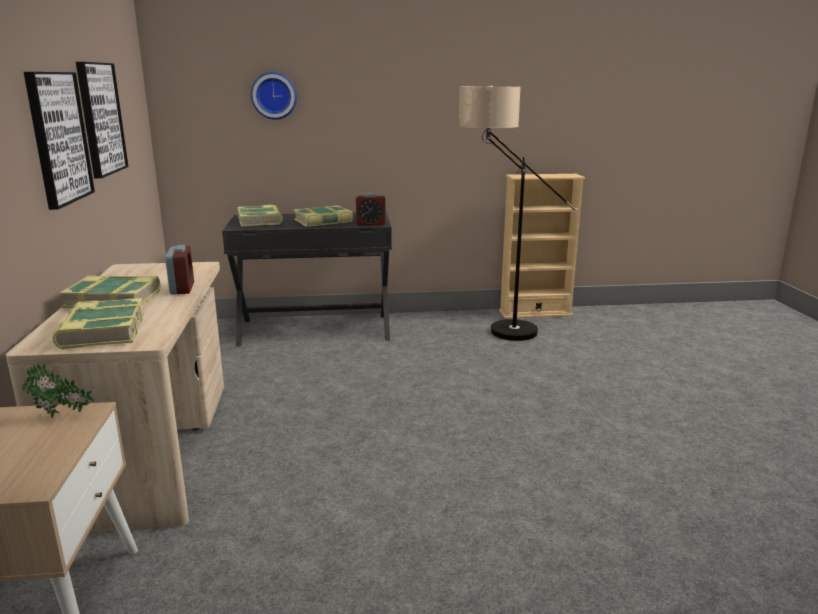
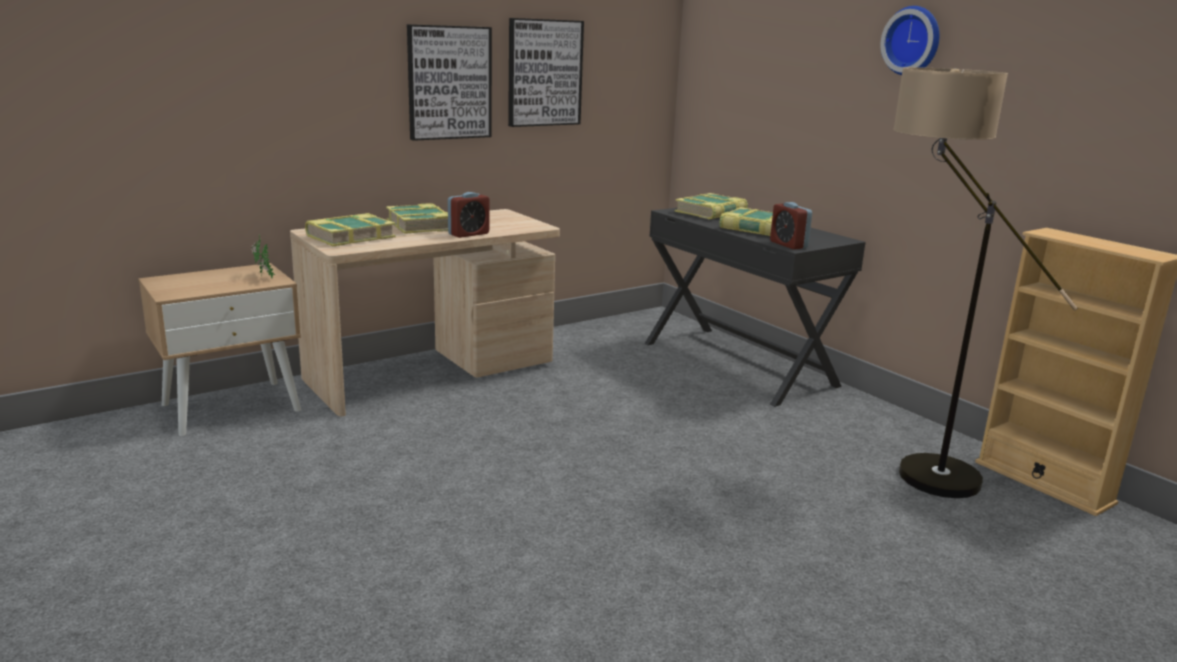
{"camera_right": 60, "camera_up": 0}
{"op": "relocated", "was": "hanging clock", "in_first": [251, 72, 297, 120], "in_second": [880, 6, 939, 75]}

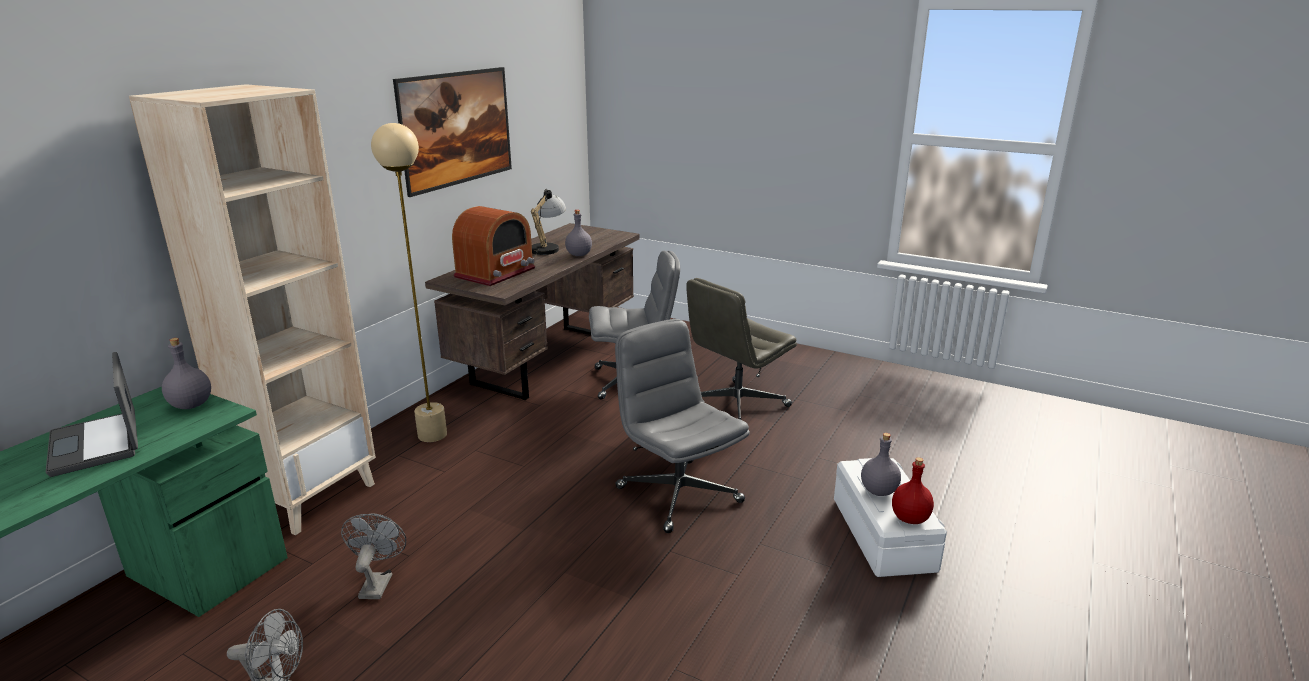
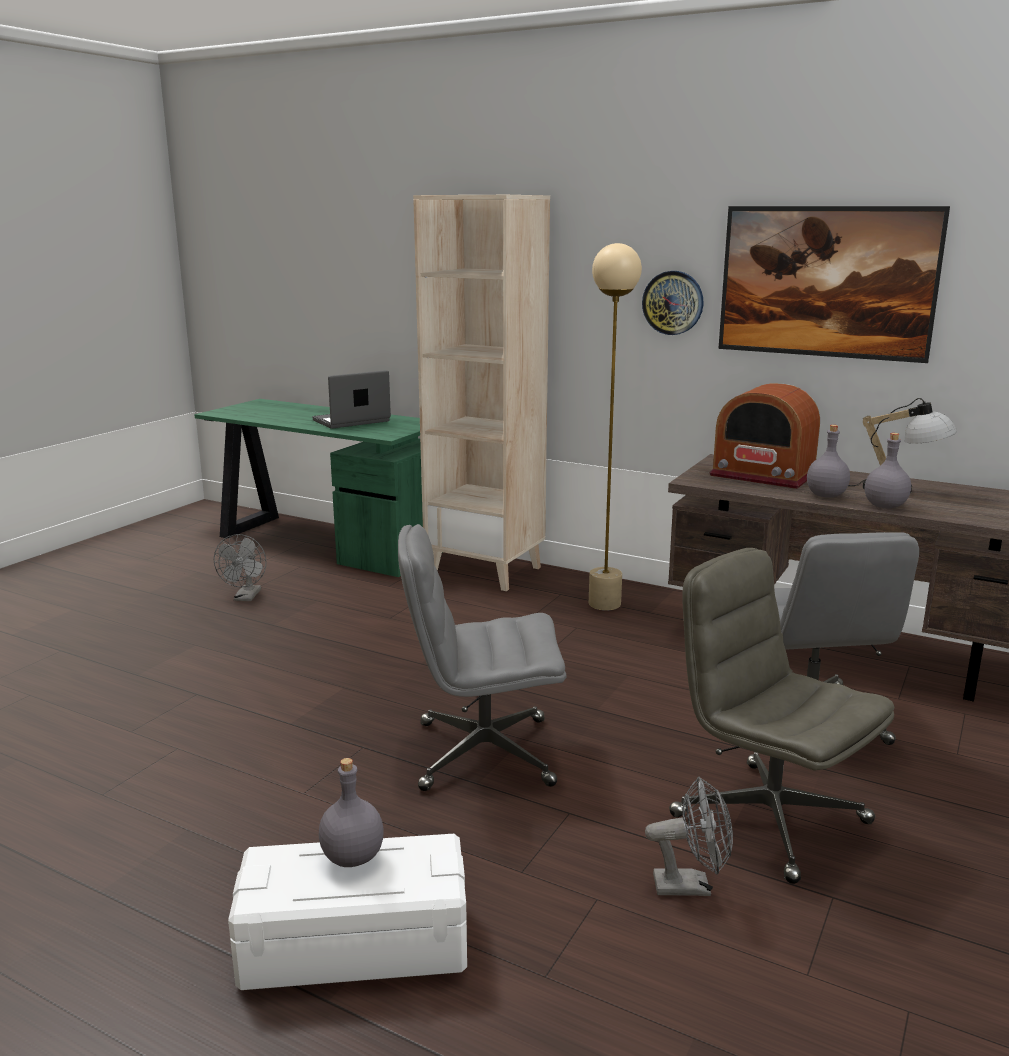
{"camera_right": 90, "camera_up": -5}
{"op": "missing", "was": "bottle (red)", "in_first": [892, 457, 934, 524]}
{"op": "appeared", "now": "hanging clock", "in_second": [642, 271, 704, 335]}
{"op": "relocated", "was": "bottle (greyish)", "in_first": [162, 338, 211, 409], "in_second": [807, 425, 850, 498]}
{"op": "relocated", "was": "fan (greyish)", "in_first": [341, 513, 406, 599], "in_second": [645, 777, 733, 896]}
{"op": "spun", "was": "computer chair (greyish)", "in_first": [615, 319, 750, 533], "in_second": [398, 524, 566, 791], "clockwise": -150}

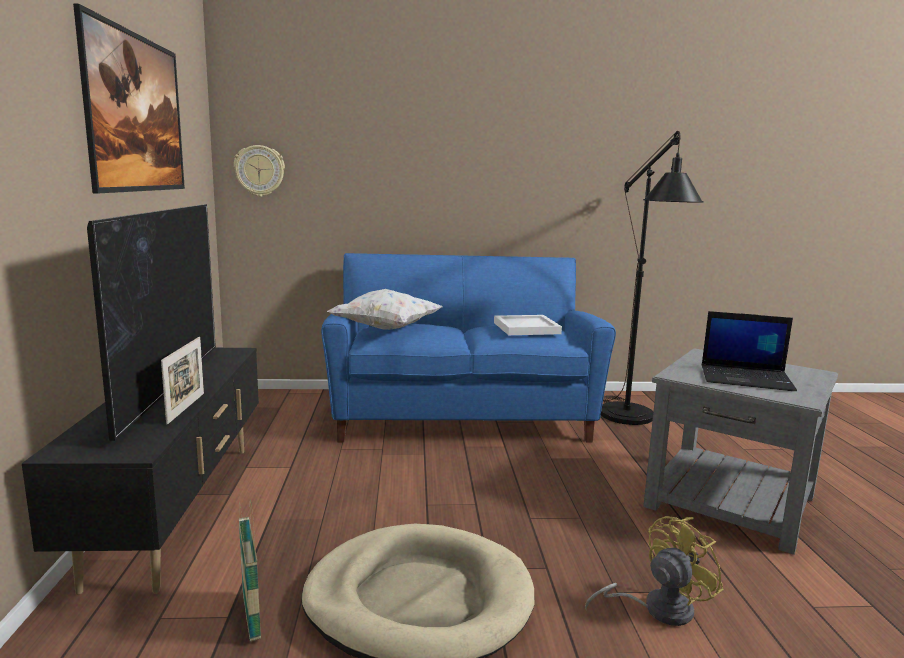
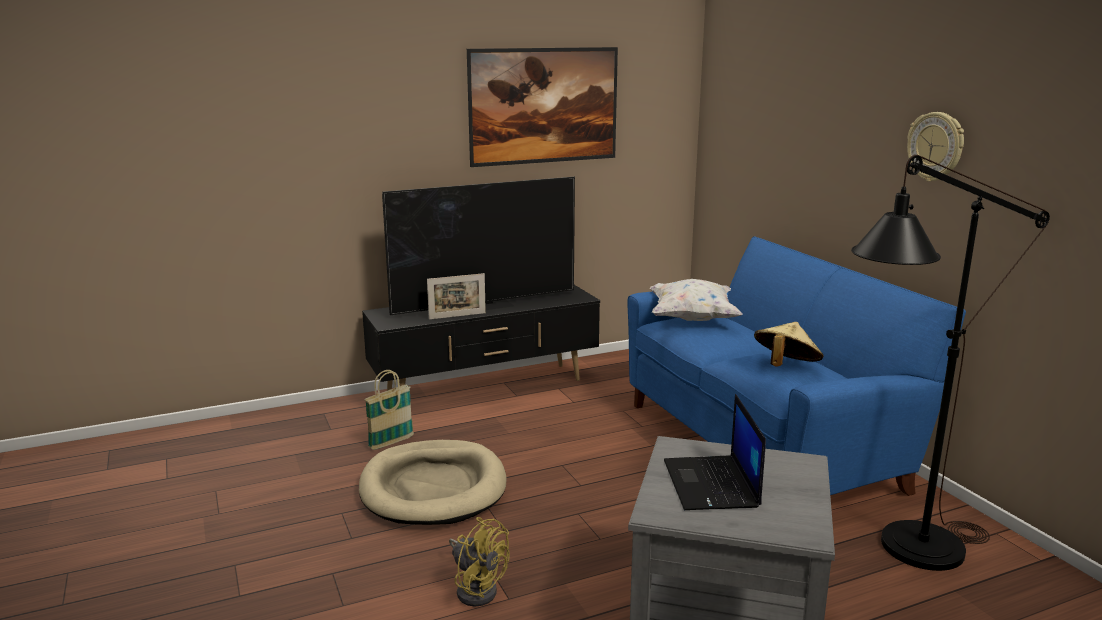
{"camera_right": 70, "camera_up": 5}
{"op": "relocated", "was": "hanging clock", "in_first": [234, 145, 285, 197], "in_second": [907, 112, 964, 182]}
{"op": "exchanged", "was": "serving tray (white-coloured)", "now": "clothing hat (beige-coloured)", "in_first": [494, 315, 562, 335], "in_second": [754, 322, 823, 367]}

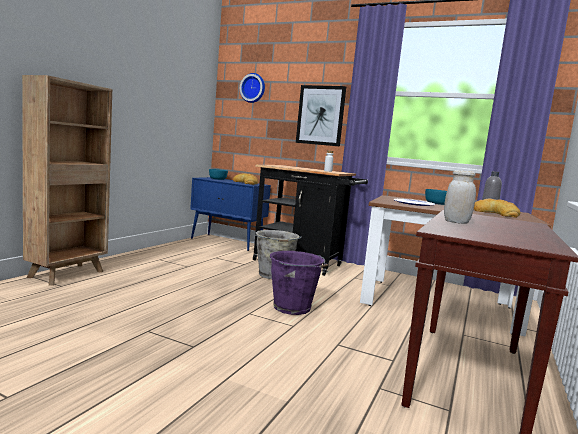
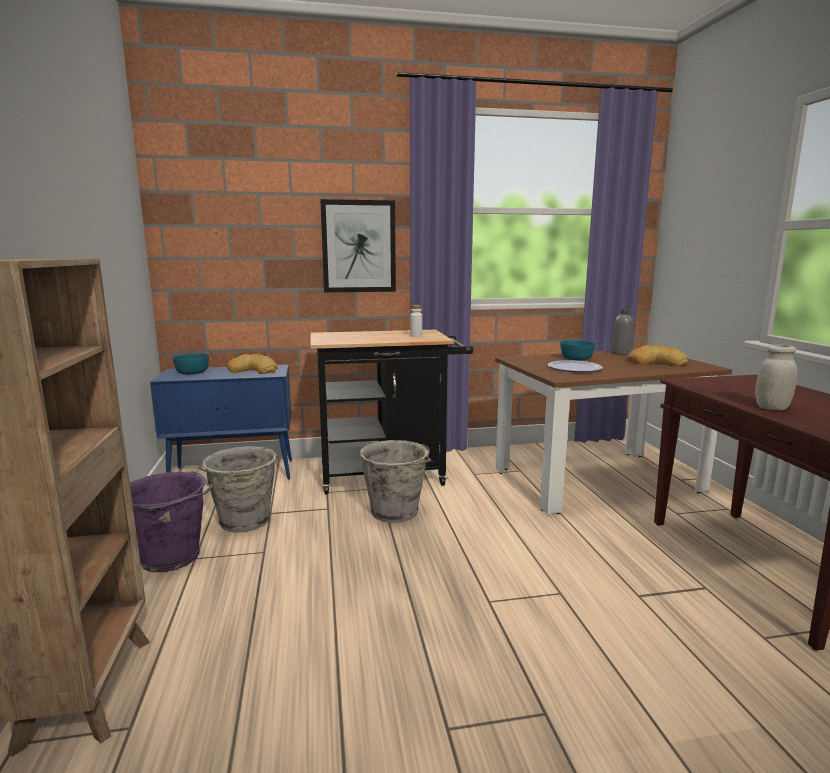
{"camera_right": -35, "camera_up": 5}
{"op": "missing", "was": "hanging clock", "in_first": [240, 73, 265, 103]}
{"op": "appeared", "now": "water bucket (greyish)", "in_second": [198, 446, 280, 532]}
{"op": "relocated", "was": "water bucket (purplish)", "in_first": [270, 251, 328, 315], "in_second": [130, 471, 214, 573]}

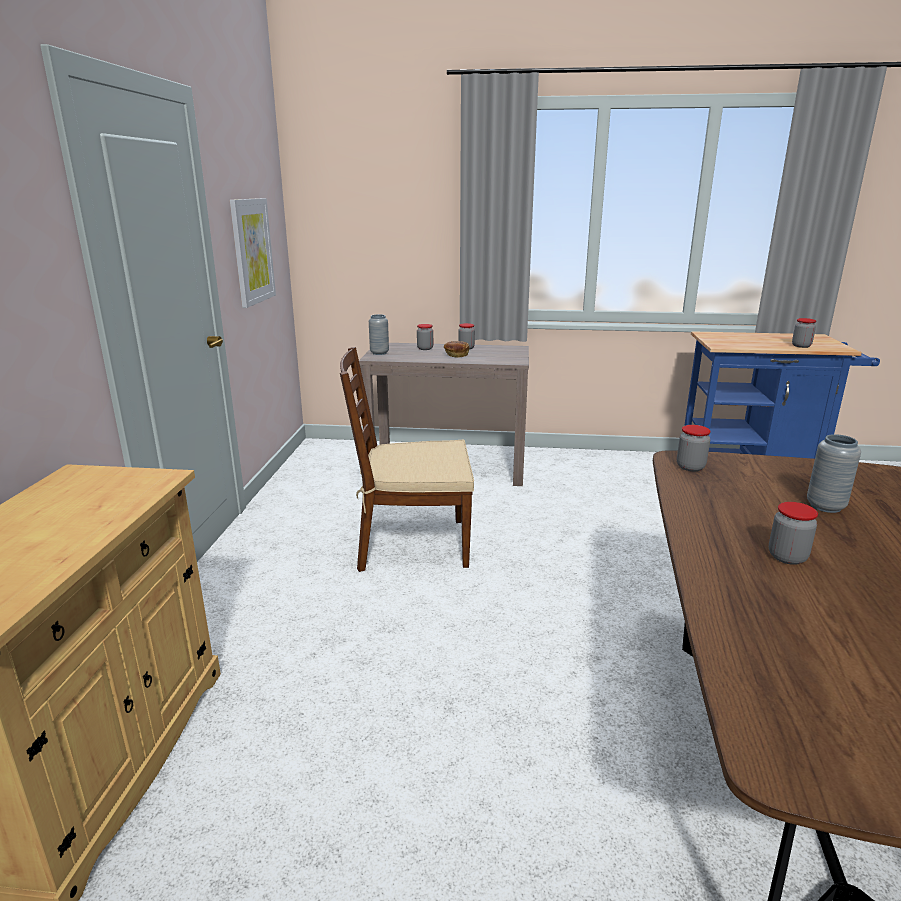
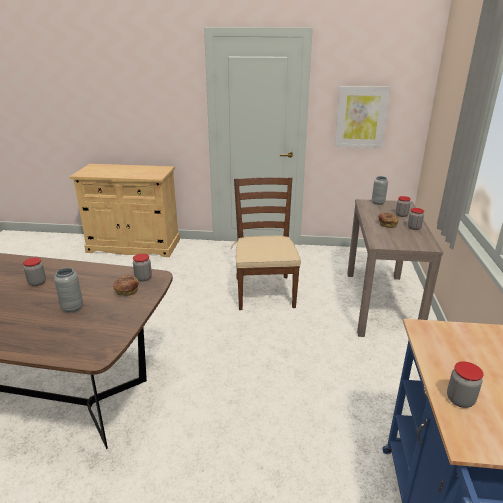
{"camera_right": 90, "camera_up": 5}
{"op": "appeared", "now": "bread", "in_second": [114, 275, 139, 296]}

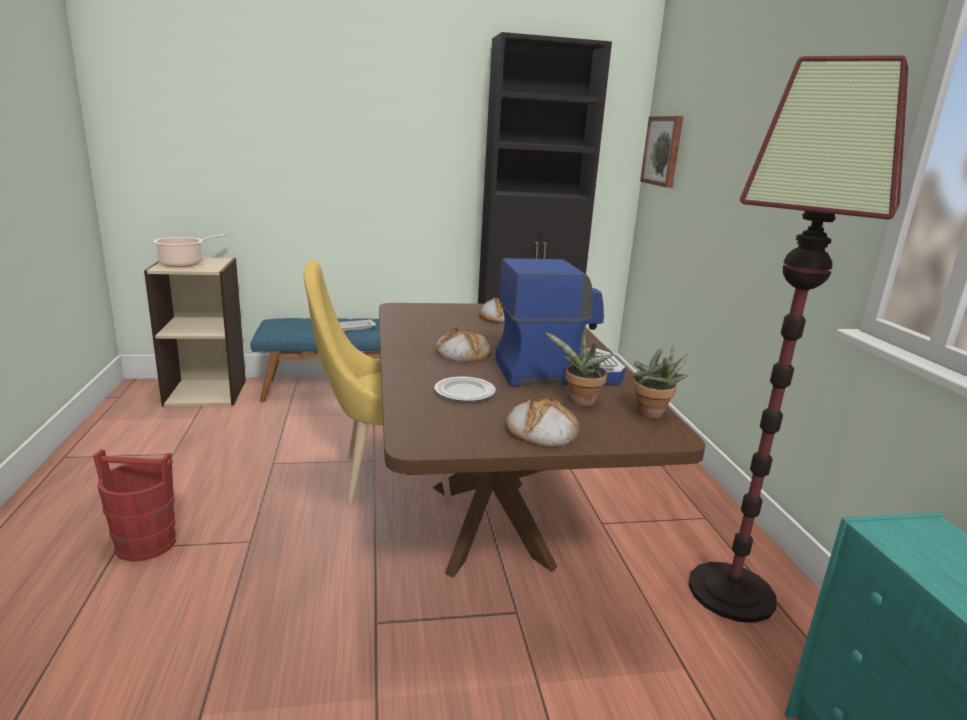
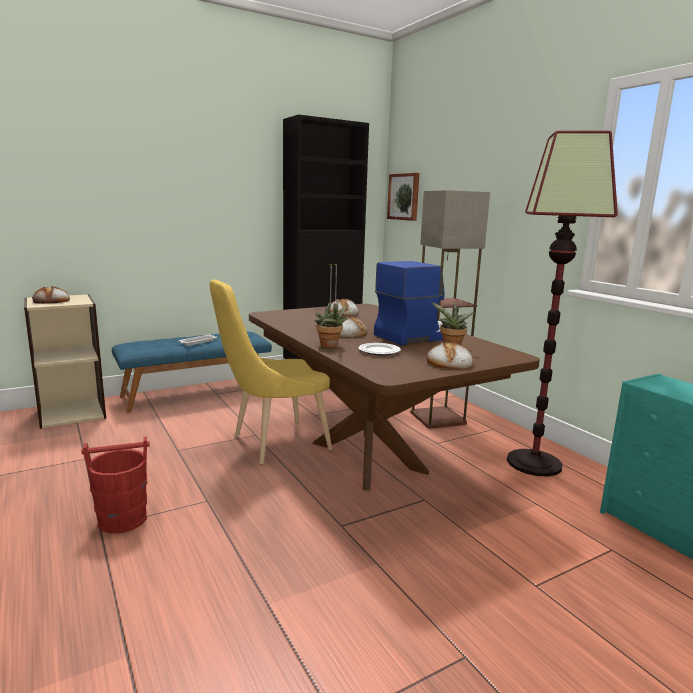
{"camera_right": -20, "camera_up": -5}
{"op": "appeared", "now": "floor lamp", "in_second": [410, 190, 490, 429]}
{"op": "relocated", "was": "houseplant", "in_first": [631, 346, 689, 419], "in_second": [315, 298, 349, 348]}
{"op": "exchanged", "was": "cooking pot", "now": "bread", "in_first": [153, 234, 227, 267], "in_second": [32, 286, 70, 304]}

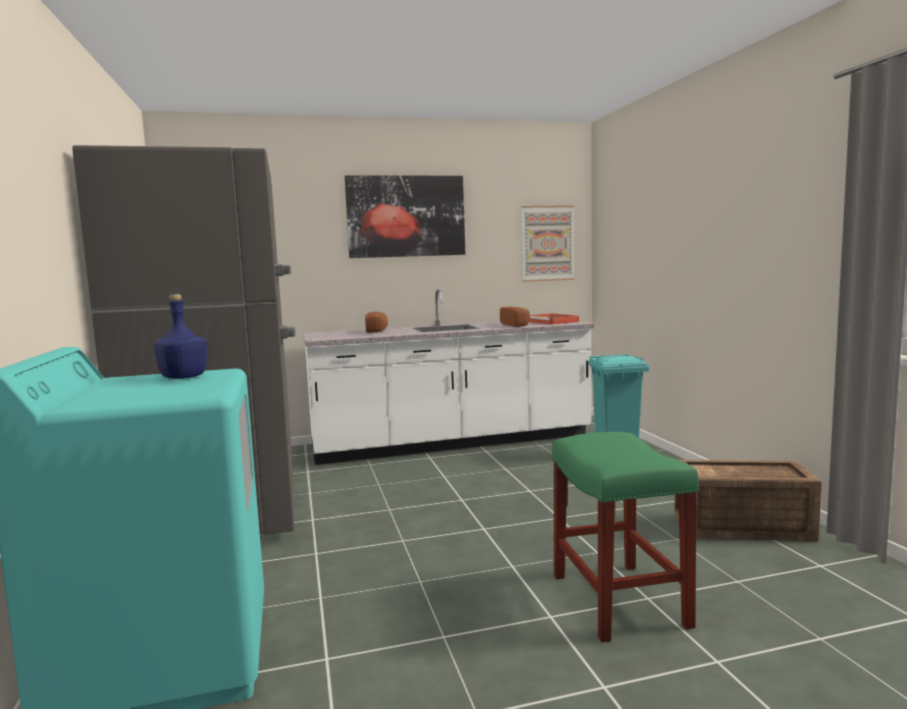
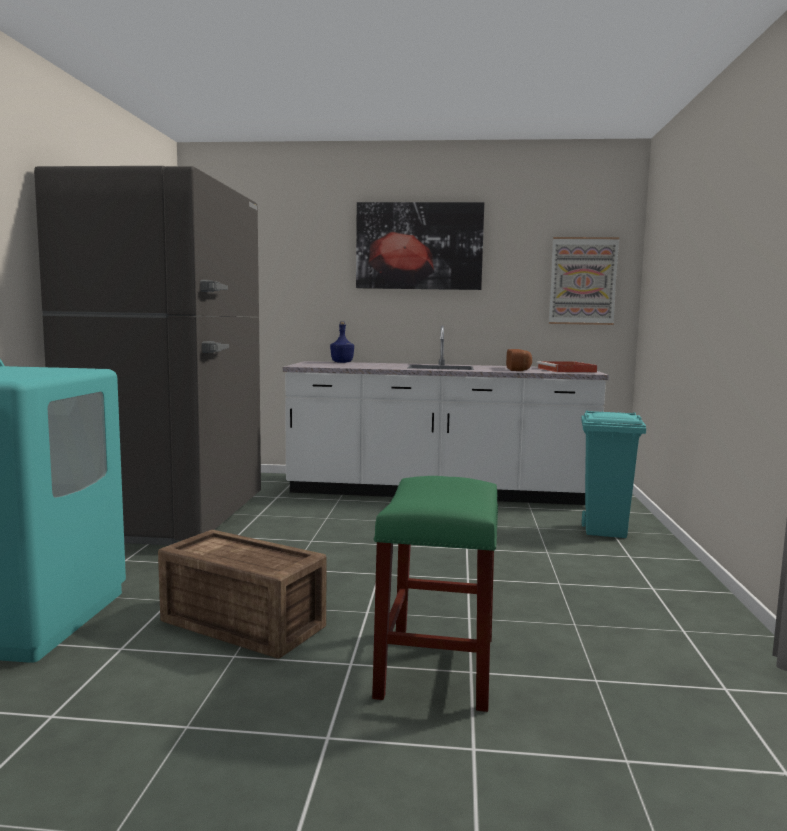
{"camera_right": 20, "camera_up": 0}
{"op": "missing", "was": "bread", "in_first": [365, 312, 388, 333]}
{"op": "relocated", "was": "bottle (blue)", "in_first": [153, 294, 207, 379], "in_second": [330, 321, 354, 363]}
{"op": "relocated", "was": "crate", "in_first": [674, 460, 822, 541], "in_second": [158, 530, 326, 658]}

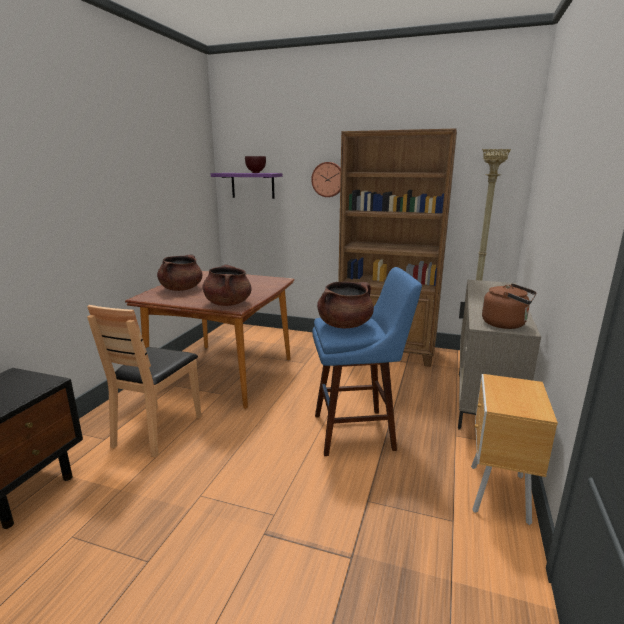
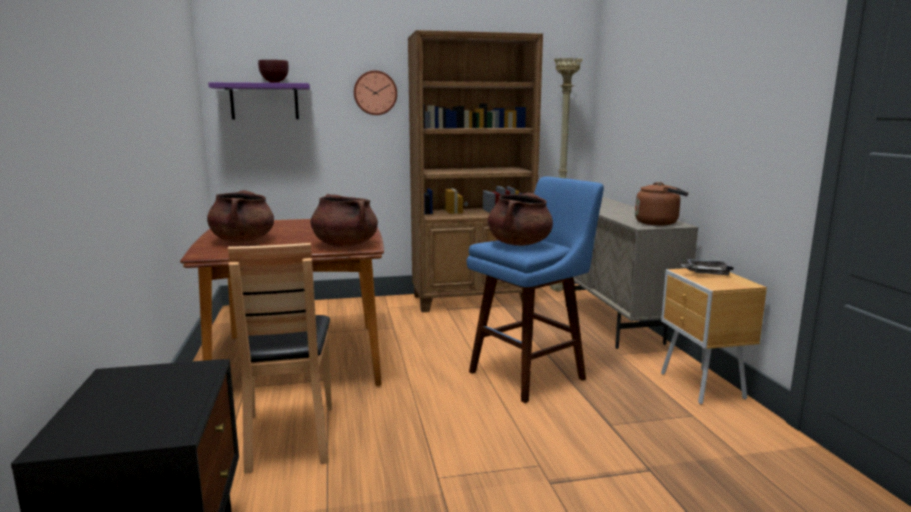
{"camera_right": -30, "camera_up": -5}
{"op": "appeared", "now": "serving tray (greyish)", "in_second": [681, 259, 733, 275]}

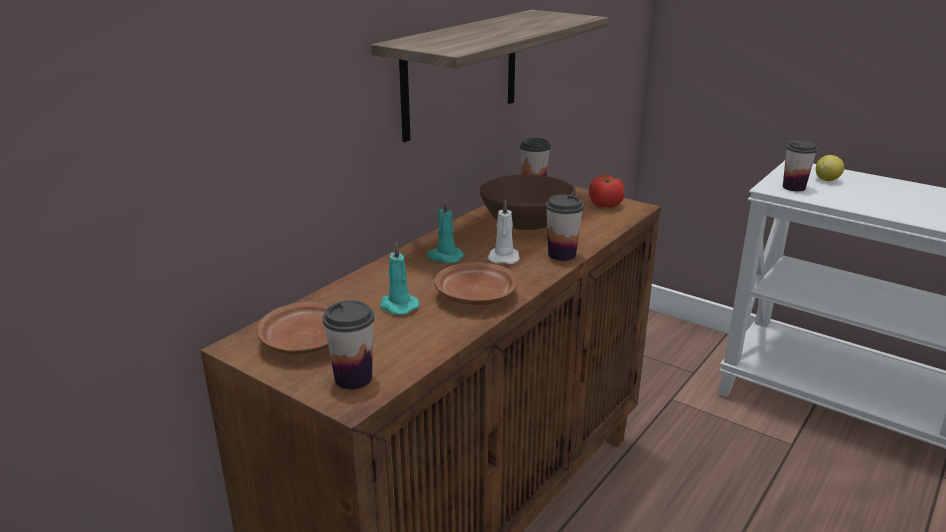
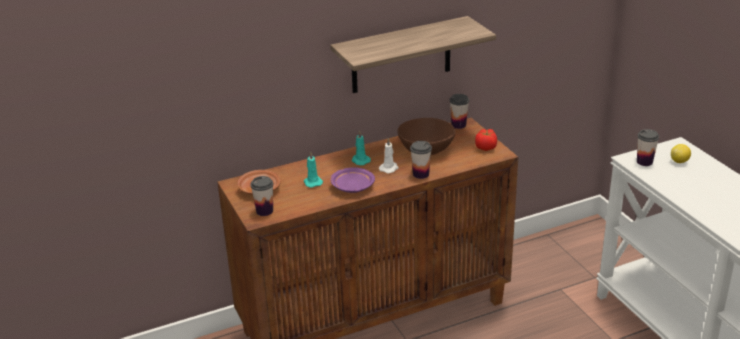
{"camera_right": 30, "camera_up": 5}
{"op": "colour", "was": "flat dish (brownish)", "now": "flat dish (purplish)", "in_first": [434, 262, 518, 305], "in_second": [331, 167, 375, 193]}

